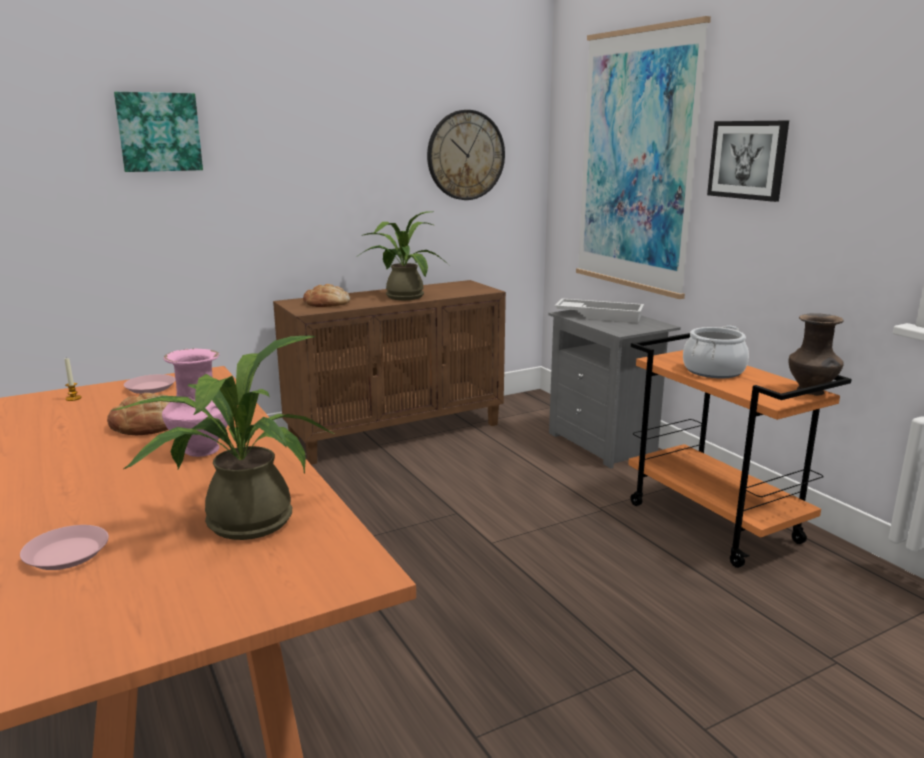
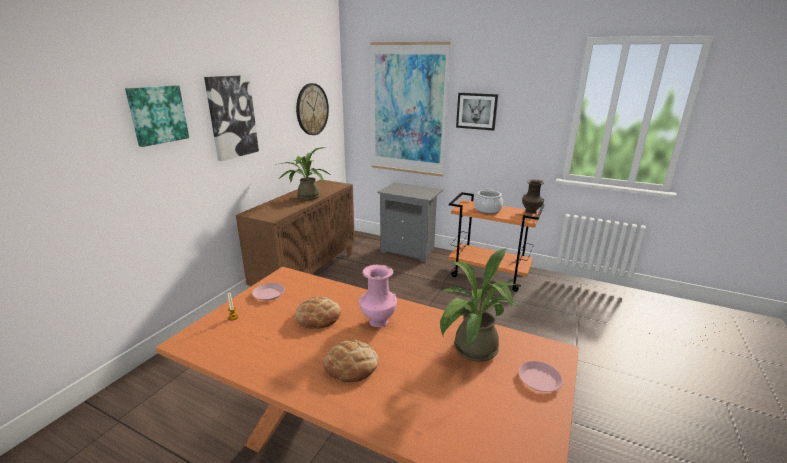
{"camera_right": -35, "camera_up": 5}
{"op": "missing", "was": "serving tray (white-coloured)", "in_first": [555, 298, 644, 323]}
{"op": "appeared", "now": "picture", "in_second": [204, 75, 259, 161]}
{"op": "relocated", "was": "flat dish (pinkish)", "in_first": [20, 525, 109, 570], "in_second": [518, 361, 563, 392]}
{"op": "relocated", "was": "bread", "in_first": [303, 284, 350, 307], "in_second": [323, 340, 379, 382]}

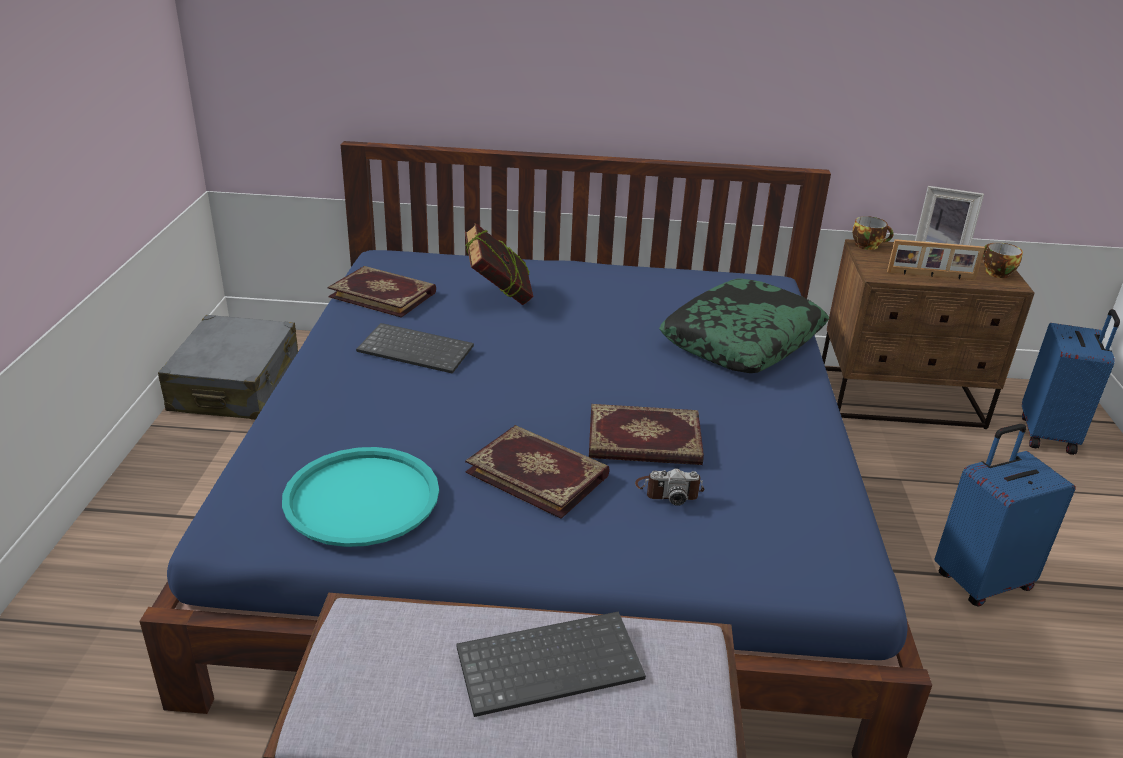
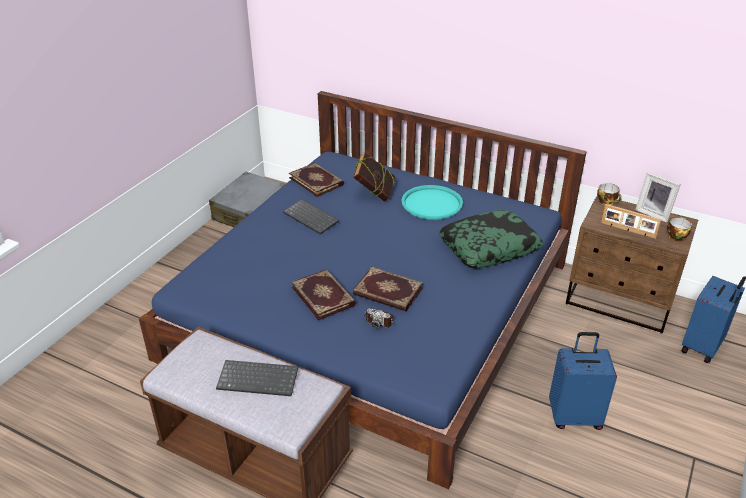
{"camera_right": 25, "camera_up": 5}
{"op": "relocated", "was": "serving tray (turquoise-coloured)", "in_first": [282, 447, 439, 547], "in_second": [401, 185, 463, 220]}

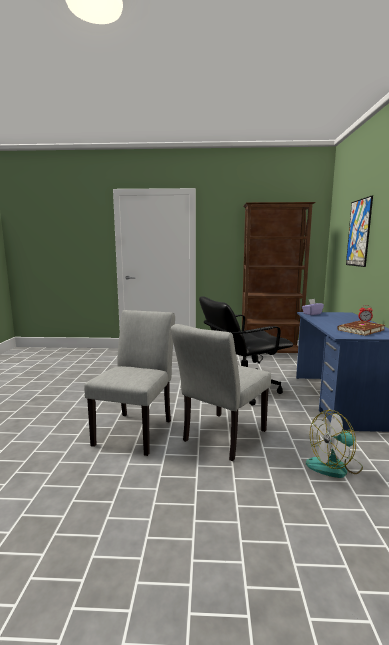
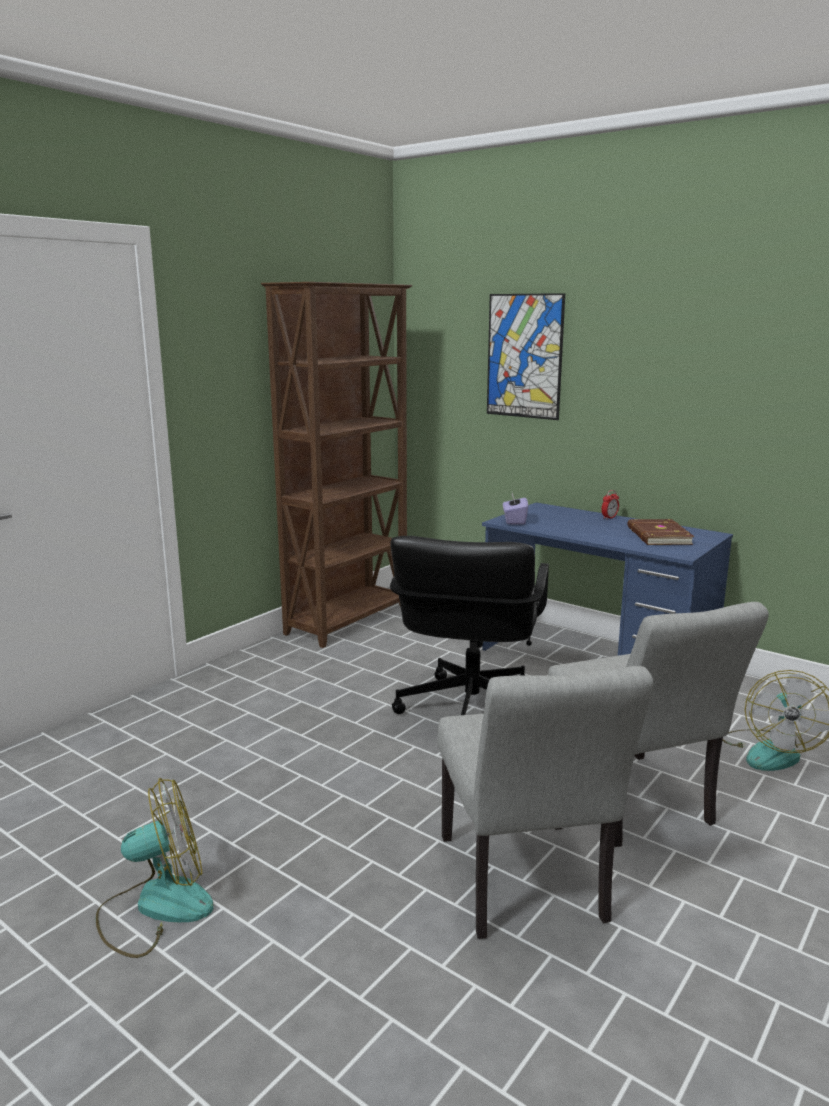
{"camera_right": -55, "camera_up": 5}
{"op": "appeared", "now": "fan", "in_second": [96, 778, 213, 958]}
{"op": "spun", "was": "plain chair (greyish)", "in_first": [84, 310, 175, 456], "in_second": [437, 666, 654, 939], "clockwise": -150}

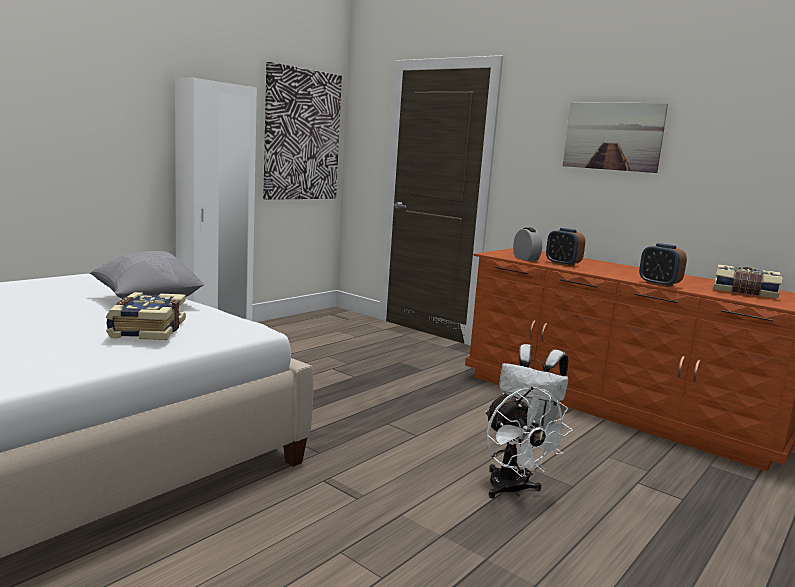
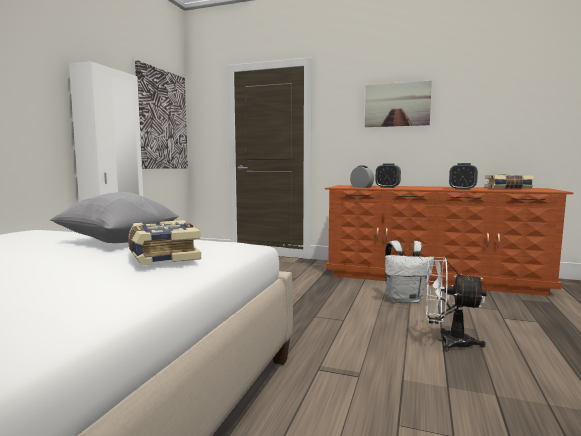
{"camera_right": -20, "camera_up": -5}
{"op": "spun", "was": "fan (white-coloured)", "in_first": [485, 387, 573, 498], "in_second": [425, 257, 487, 352], "clockwise": 150}

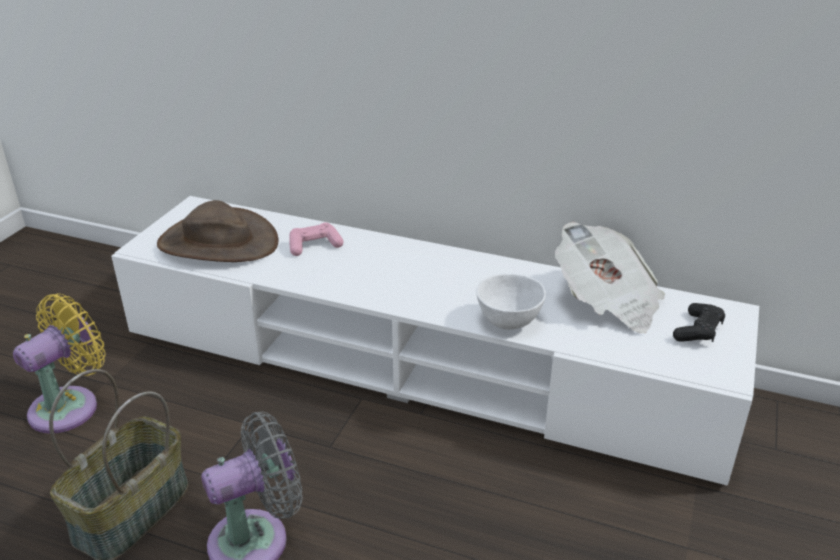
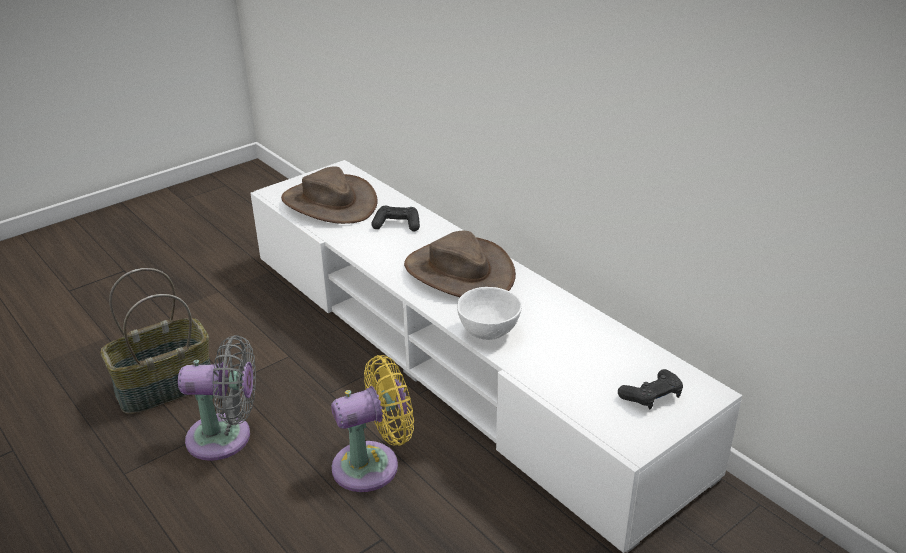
{"camera_right": 30, "camera_up": 0}
{"op": "missing", "was": "daily paper", "in_first": [555, 222, 665, 333]}
{"op": "appeared", "now": "clothing hat (brownish)", "in_second": [404, 231, 516, 297]}
{"op": "relocated", "was": "fan (yellowish)", "in_first": [13, 293, 106, 434], "in_second": [331, 355, 414, 492]}
{"op": "colour", "was": "game controller (pinkish)", "now": "game controller (blackish)", "in_first": [289, 222, 344, 256], "in_second": [371, 206, 420, 231]}

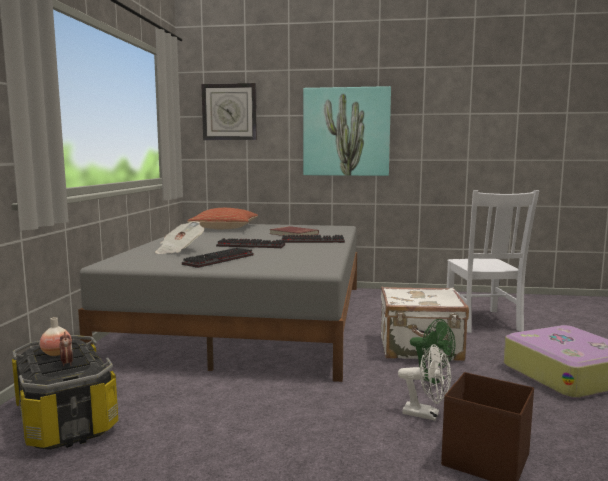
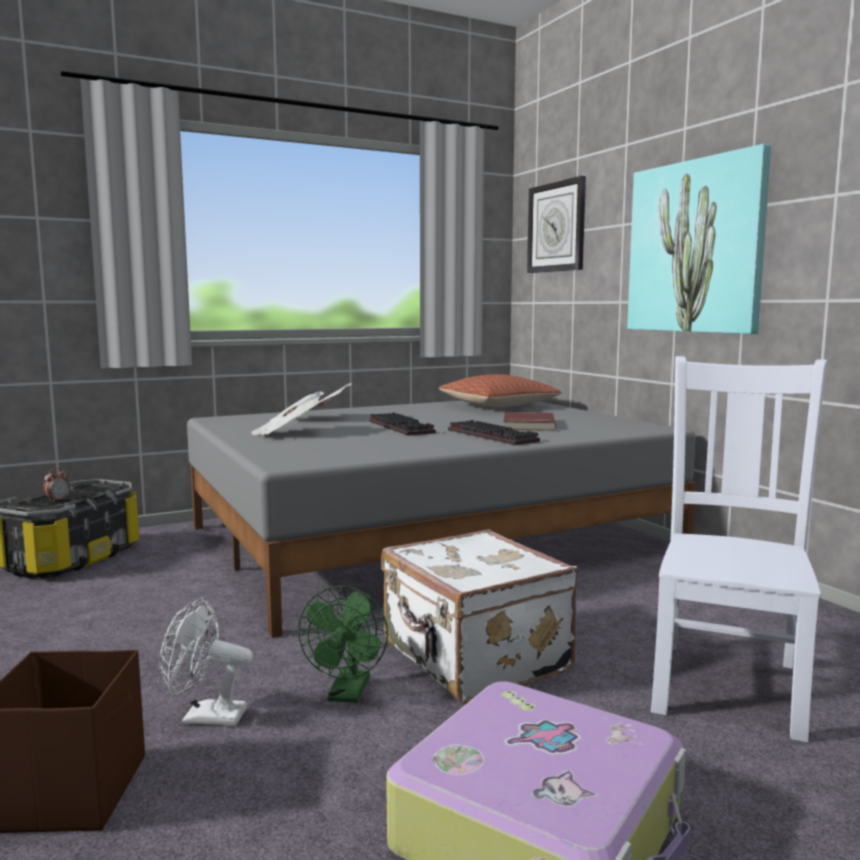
{"camera_right": 55, "camera_up": 0}
{"op": "missing", "was": "flower vase", "in_first": [40, 317, 72, 356]}
{"op": "exchanged", "was": "keyboard", "now": "daily paper", "in_first": [182, 248, 253, 268], "in_second": [251, 392, 324, 435]}
{"op": "spun", "was": "fan (white-coloured)", "in_first": [398, 344, 451, 421], "in_second": [160, 597, 253, 725], "clockwise": 105}
{"op": "spun", "was": "plain chair (white-coloured)", "in_first": [447, 190, 540, 333], "in_second": [651, 356, 827, 742], "clockwise": 150}

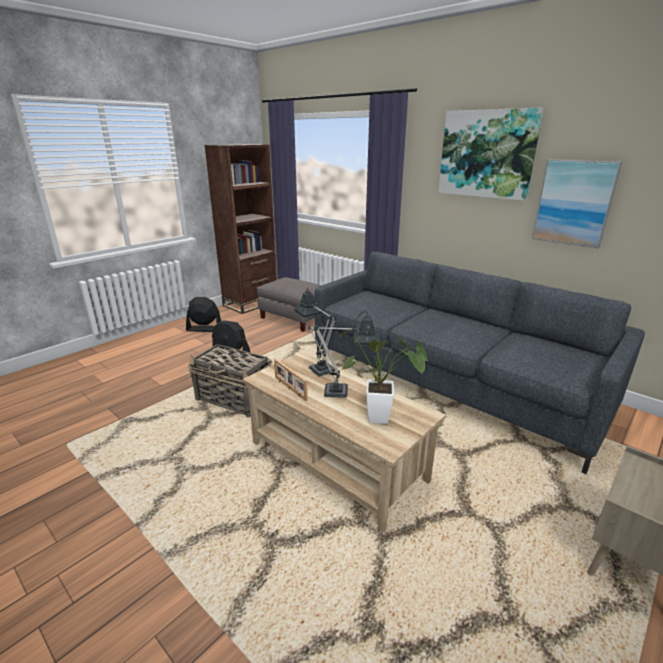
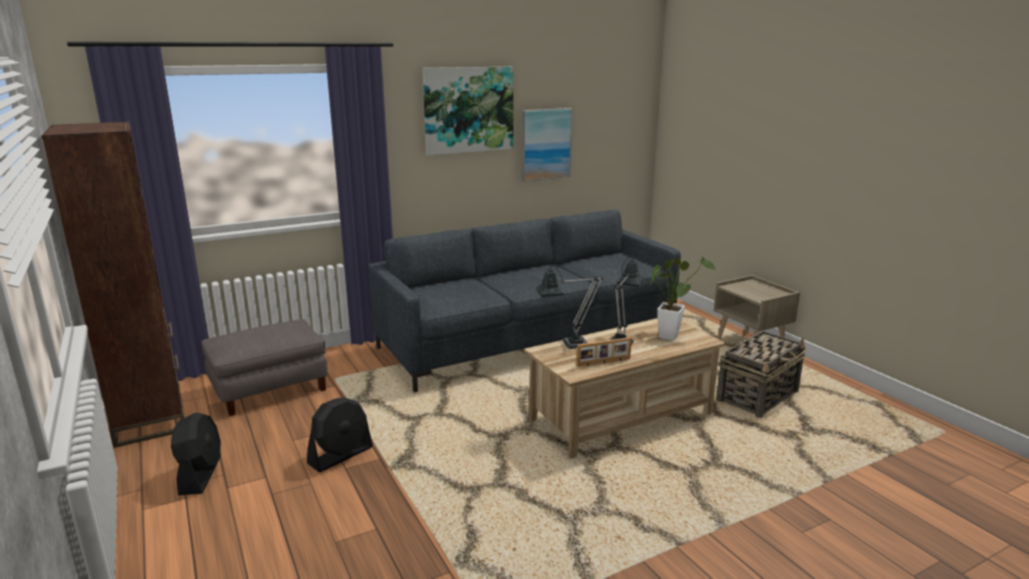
{"camera_right": -70, "camera_up": -5}
{"op": "relocated", "was": "basket", "in_first": [188, 344, 273, 417], "in_second": [716, 331, 806, 418]}
{"op": "spun", "was": "fan (blackish)", "in_first": [186, 297, 221, 332], "in_second": [171, 412, 221, 495], "clockwise": 150}

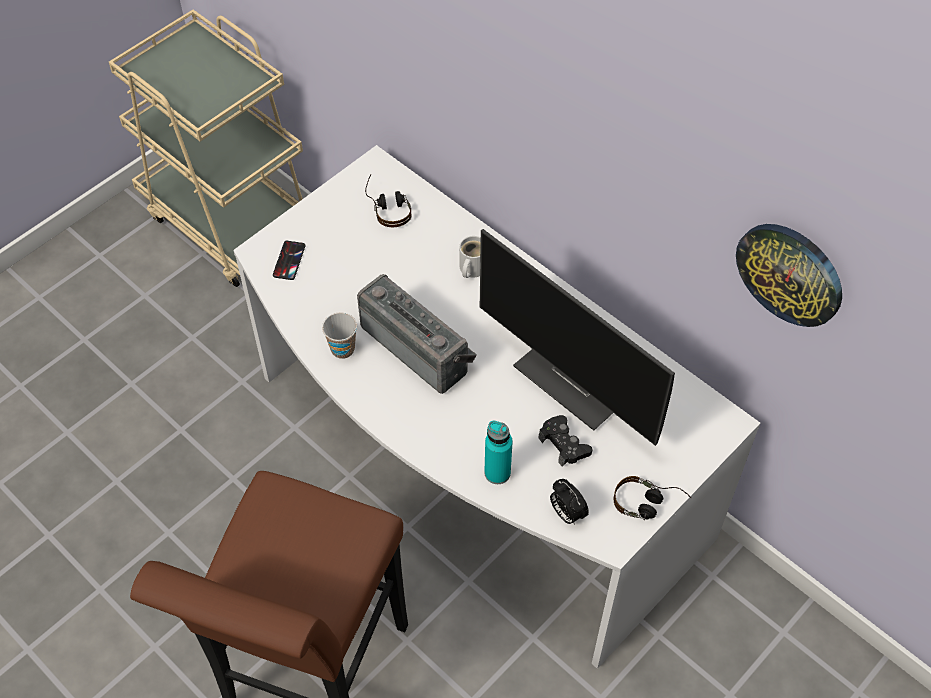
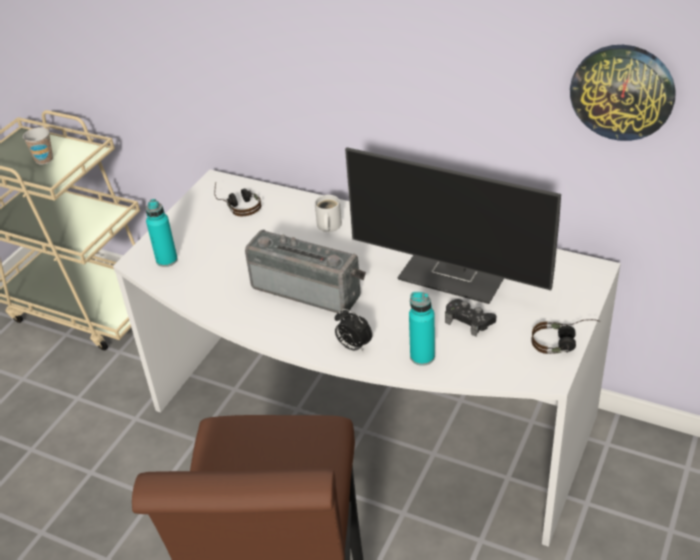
{"camera_right": -15, "camera_up": -15}
{"op": "relocated", "was": "drinking cup", "in_first": [322, 312, 357, 359], "in_second": [23, 127, 53, 164]}
{"op": "relocated", "was": "bedside clock", "in_first": [550, 479, 589, 525], "in_second": [335, 309, 372, 352]}
{"op": "exchanged", "was": "phone", "now": "bottle (turquoise-coloured)", "in_first": [273, 241, 306, 280], "in_second": [146, 199, 178, 267]}

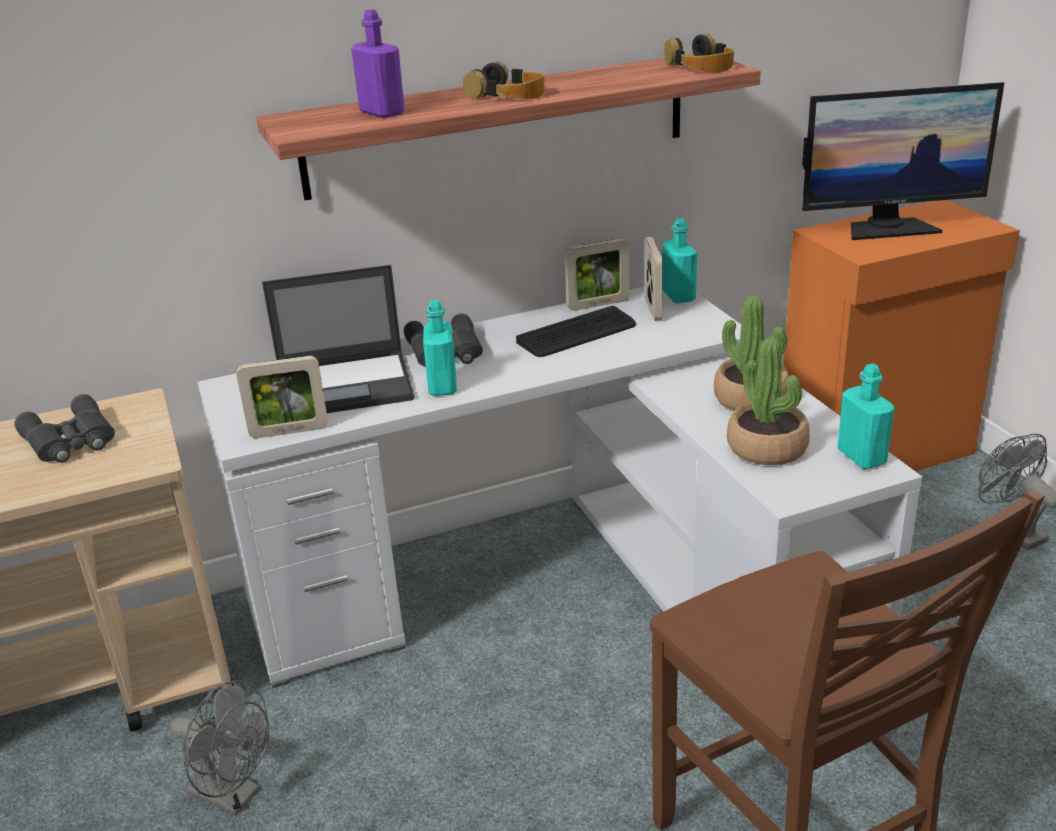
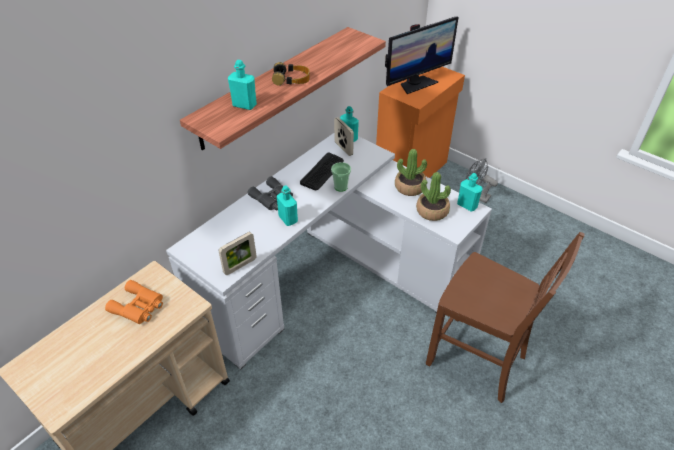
{"camera_right": -30, "camera_up": 15}
{"op": "missing", "was": "fan (greyish)", "in_first": [170, 681, 269, 815]}
{"op": "missing", "was": "notebook computer", "in_first": [262, 265, 414, 413]}
{"op": "missing", "was": "picture frame", "in_first": [565, 238, 629, 311]}
{"op": "missing", "was": "headset", "in_first": [664, 34, 734, 73]}
{"op": "appeared", "now": "drinking cup", "in_second": [331, 162, 351, 192]}
{"op": "colour", "was": "field glasses (greyish)", "now": "field glasses (orange)", "in_first": [14, 394, 115, 463], "in_second": [105, 280, 163, 324]}
{"op": "colour", "was": "bottle (purplish)", "now": "bottle (turquoise-coloured)", "in_first": [351, 9, 405, 118], "in_second": [228, 60, 257, 110]}

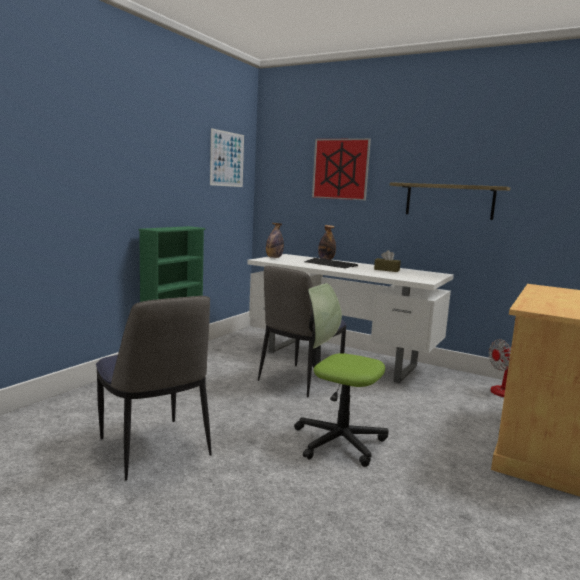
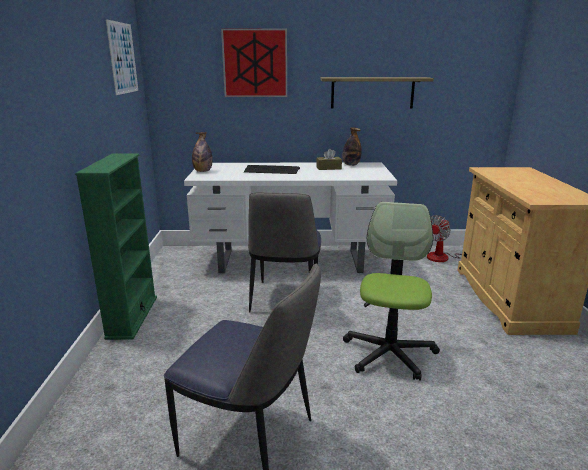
{"camera_right": -30, "camera_up": 10}
{"op": "relocated", "was": "bottle", "in_first": [318, 225, 336, 260], "in_second": [342, 127, 361, 166]}
{"op": "spun", "was": "computer chair", "in_first": [294, 283, 389, 467], "in_second": [343, 202, 440, 381], "clockwise": 105}

